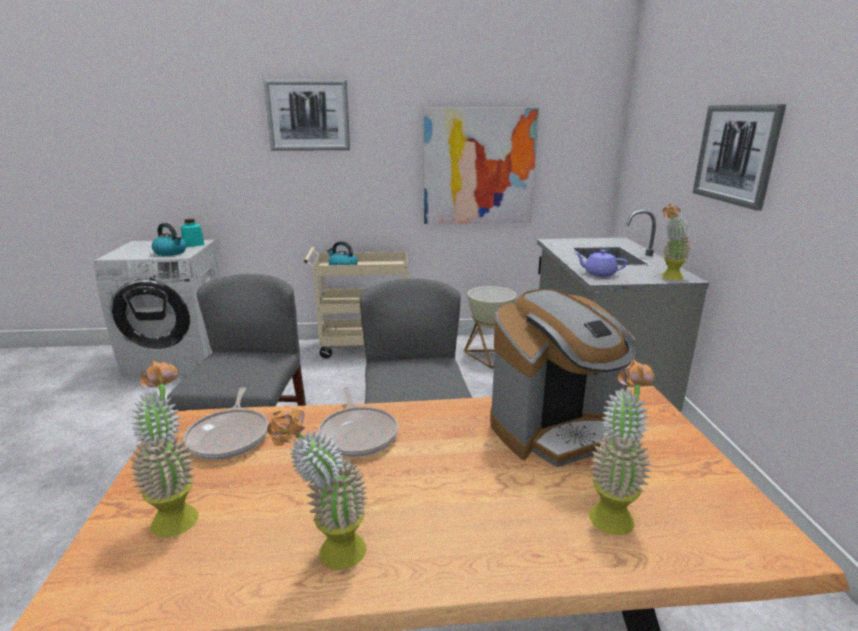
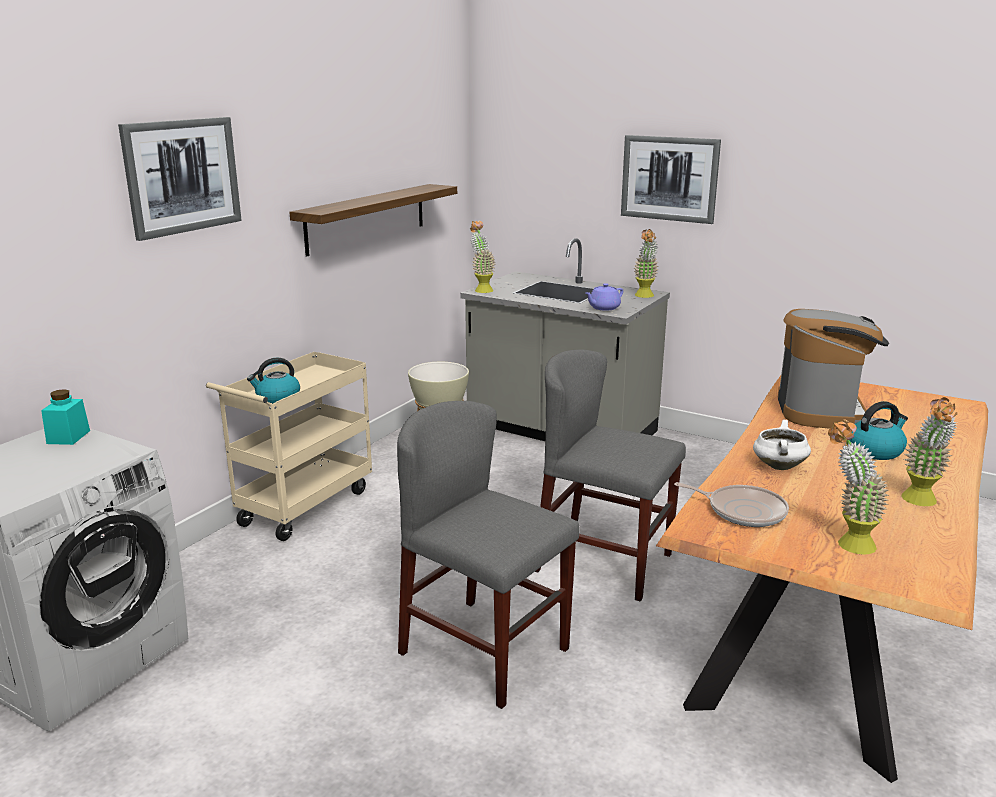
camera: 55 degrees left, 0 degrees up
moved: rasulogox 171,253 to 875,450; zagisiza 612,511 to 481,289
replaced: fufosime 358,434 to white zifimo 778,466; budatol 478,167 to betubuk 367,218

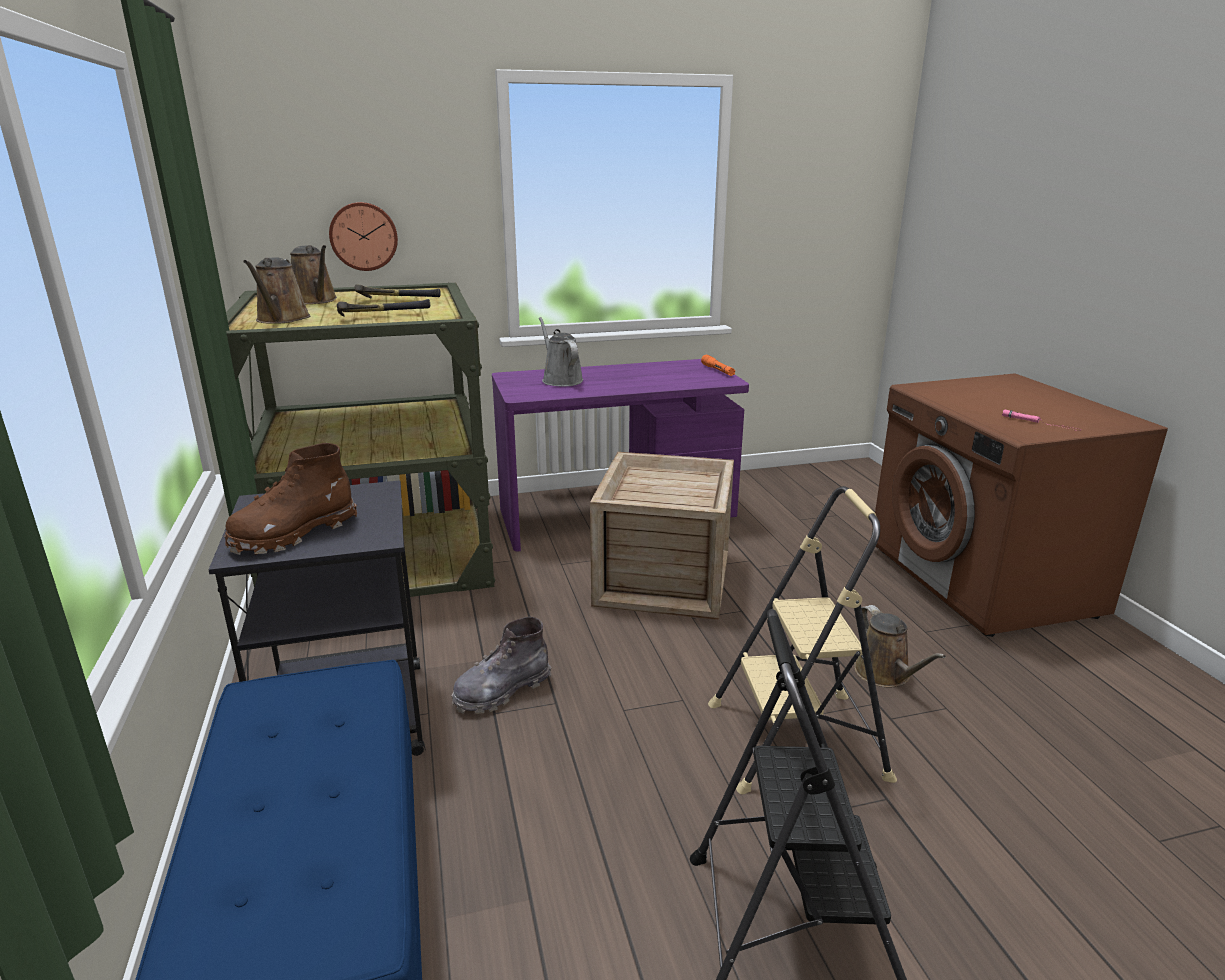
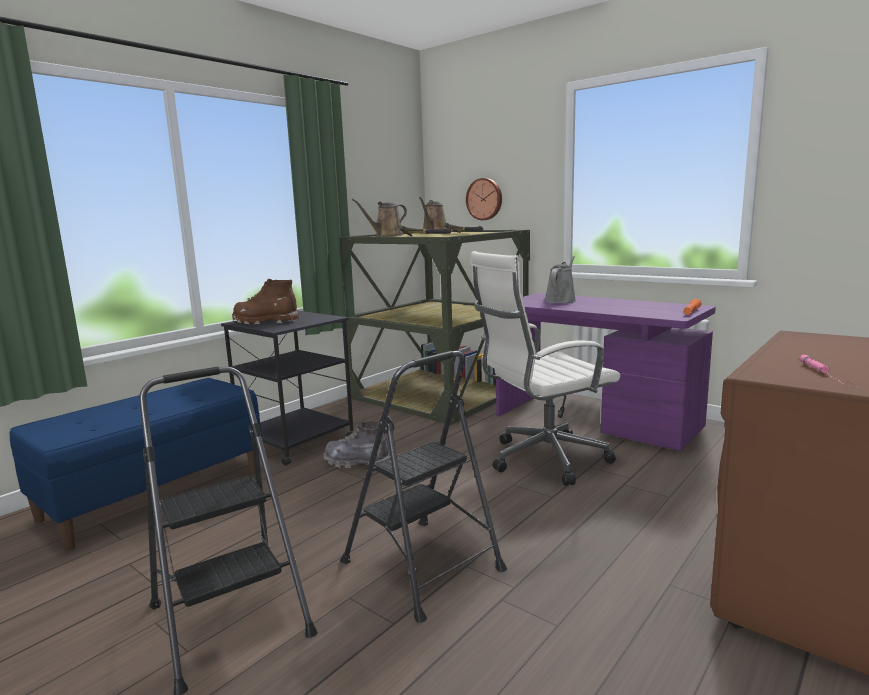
camera: 55 degrees right, 10 degrees down
removed: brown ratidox 885,674
replaced: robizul 662,579 to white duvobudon 543,460
recoloured: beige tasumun 802,739 to black tasumun 424,567

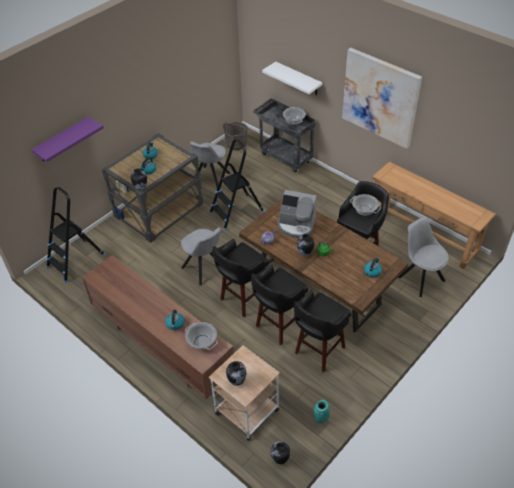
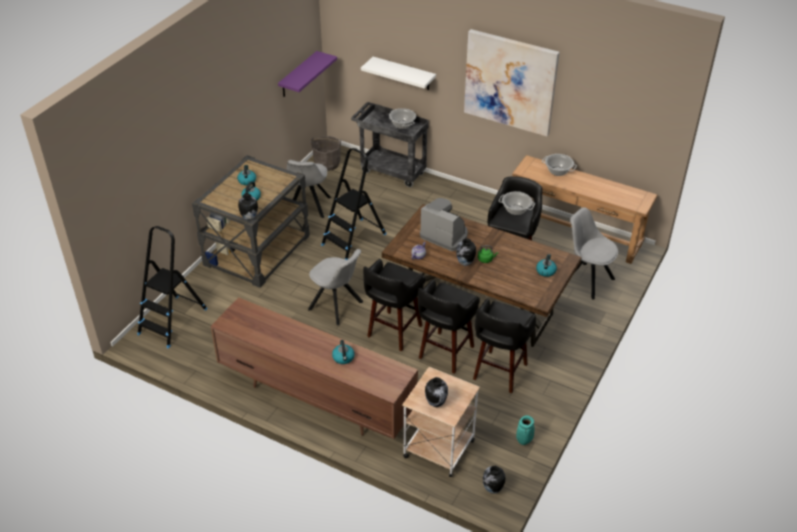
camera: 15 degrees left, 5 degrees down
moved: purple betubuk 62,140 to 298,75; zifimo 202,342 to 558,171
turned: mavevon 296,225 = 445,235 150 degrees counterclockwise

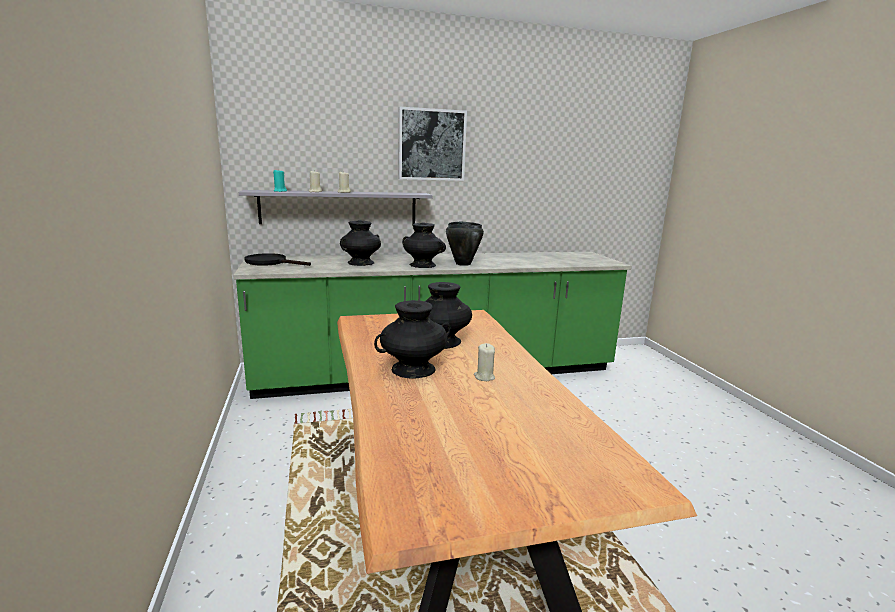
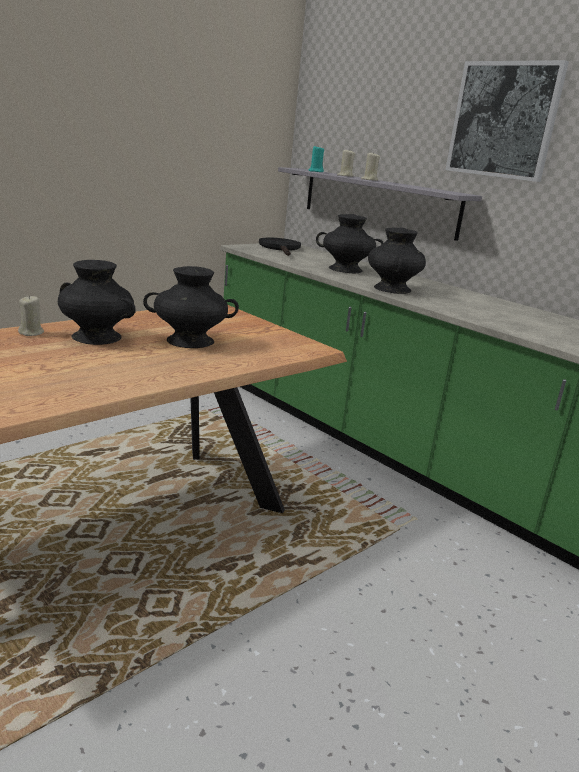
camera: 60 degrees right, 5 degrees up
removed: black zifimo 463,264
moved: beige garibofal 484,377 to 31,333

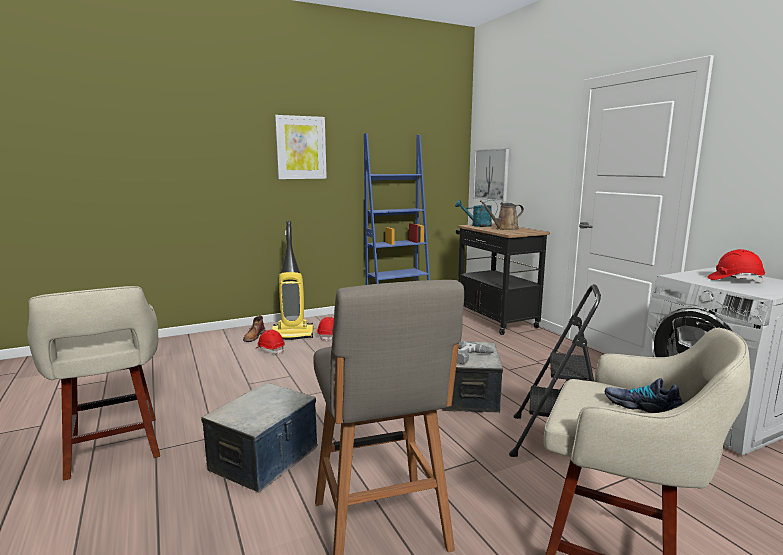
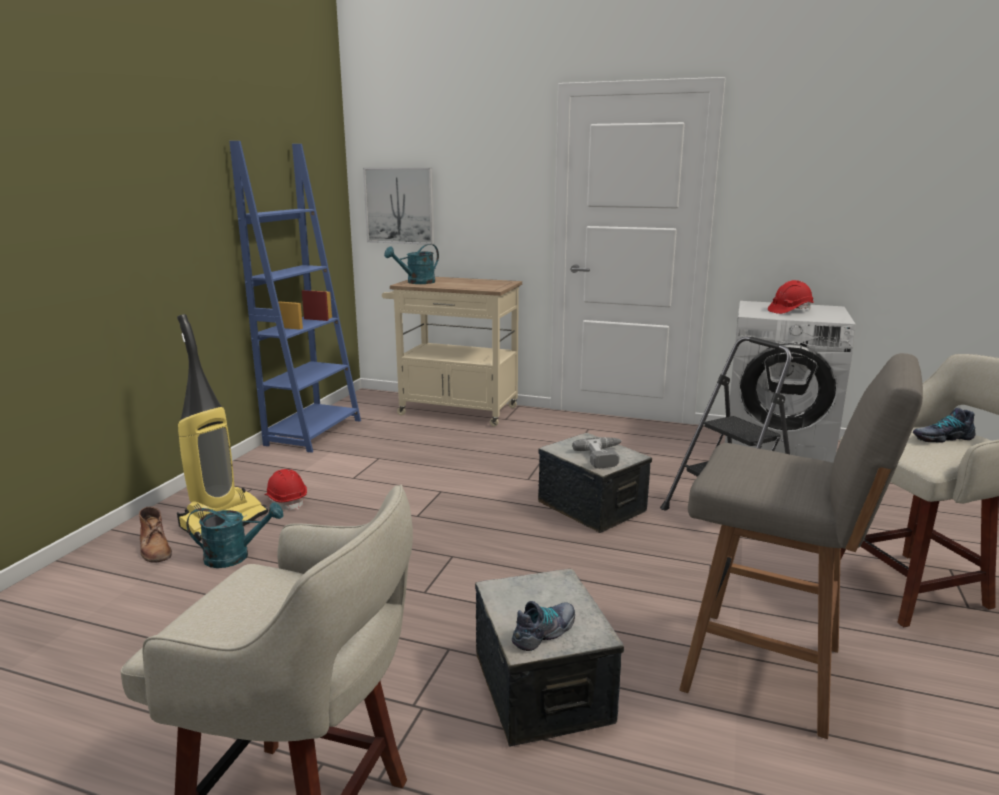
camera: 45 degrees left, 5 degrees up
removed: budatol 301,147; brown ratidox 504,229
added: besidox 545,632
replaced: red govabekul 270,350 to turquoise ratidox 235,556
recoloured: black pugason 494,320 to beige pugason 454,411

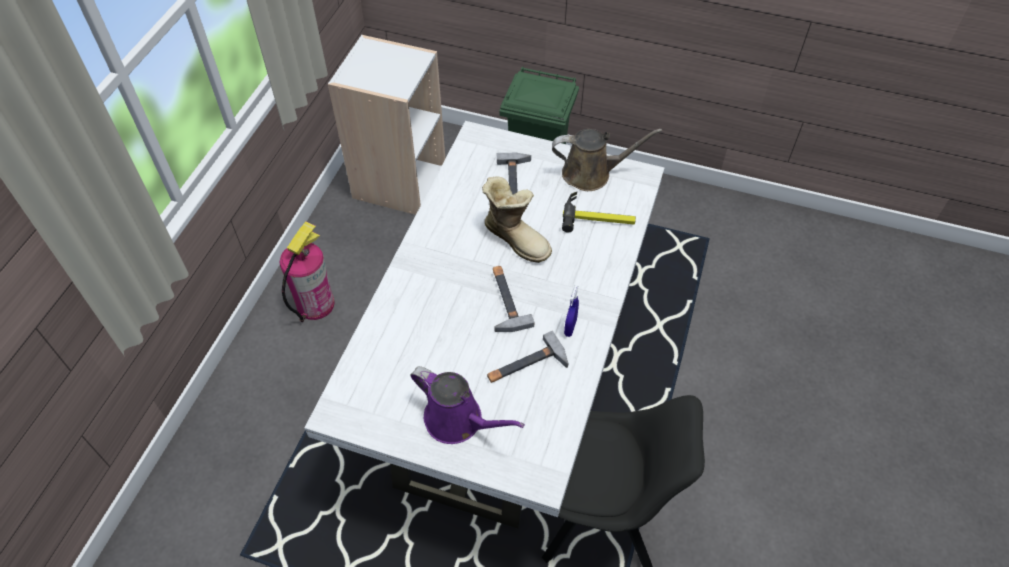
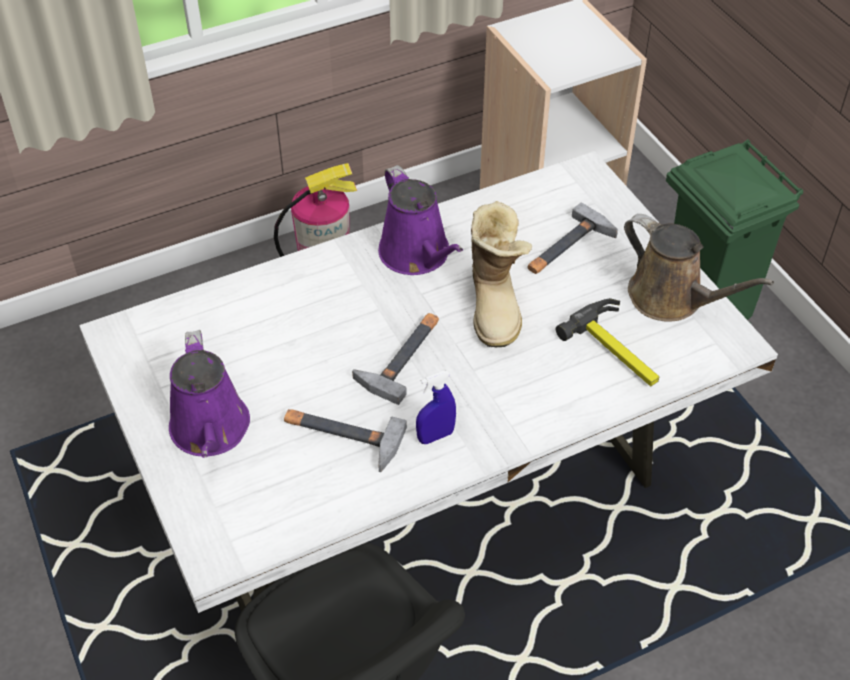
camera: 45 degrees right, 5 degrees down
added: purple ratidox 417,255

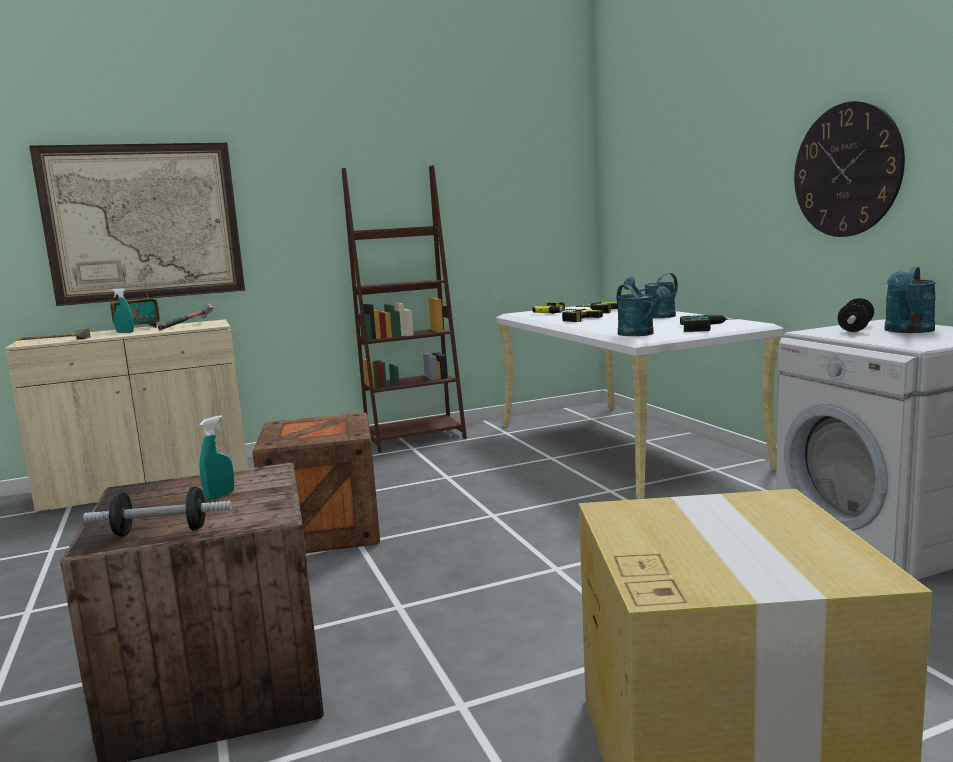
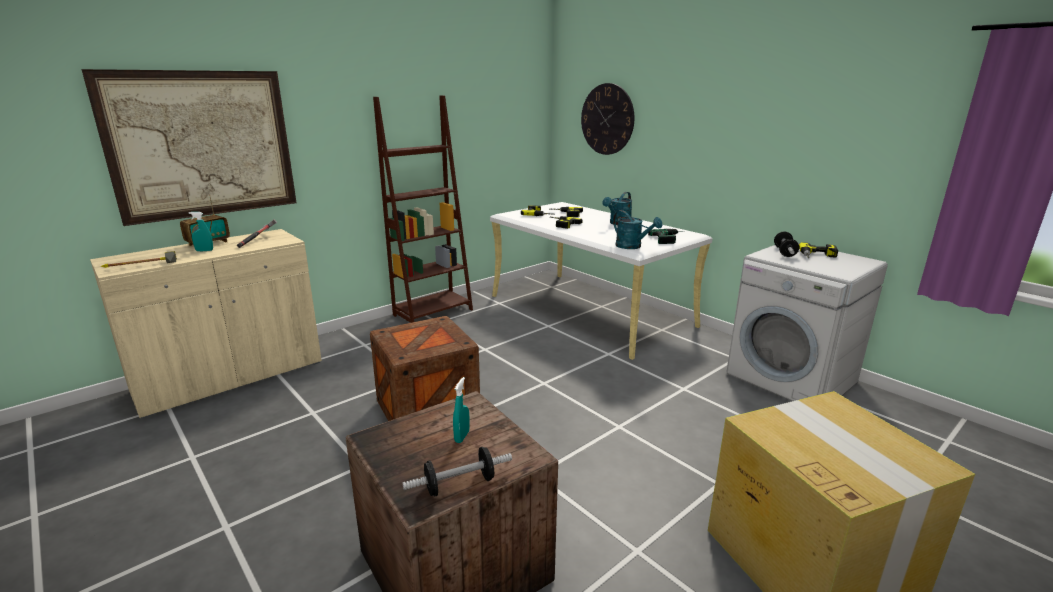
camera: 20 degrees left, 10 degrees up
moved: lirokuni 846,170 to 607,119
replaced: turquoise ratidox 907,331 to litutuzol 818,256

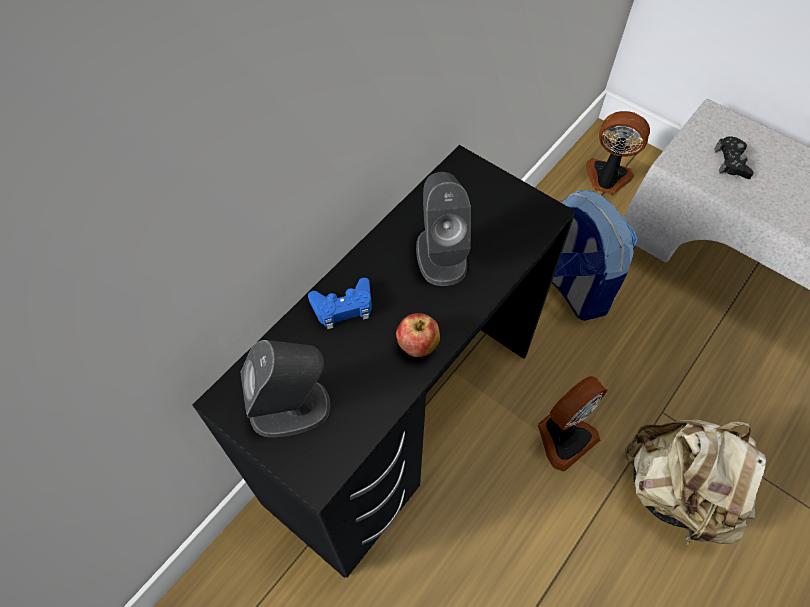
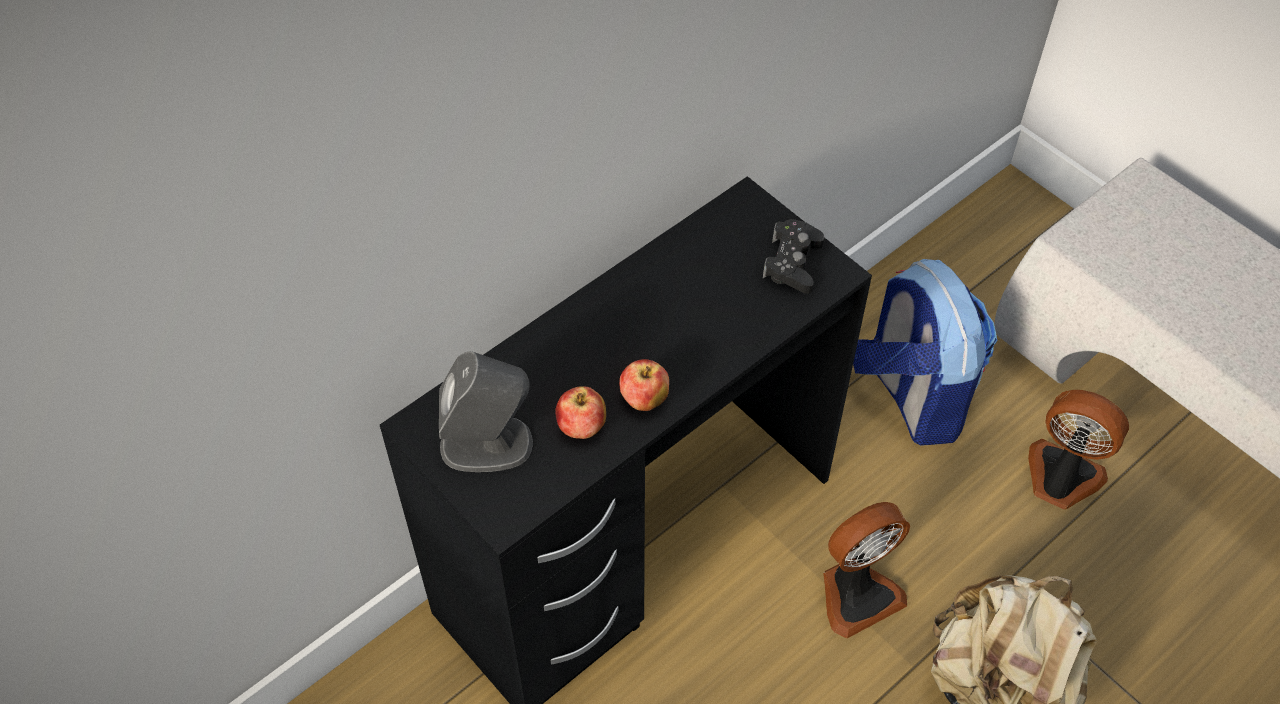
camera: 10 degrees right, 5 degrees down
removed: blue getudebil 343,307; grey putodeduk 441,255
added: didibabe 581,428
moved: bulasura 607,178 to 1060,478; black getudebil 731,162 to 792,263

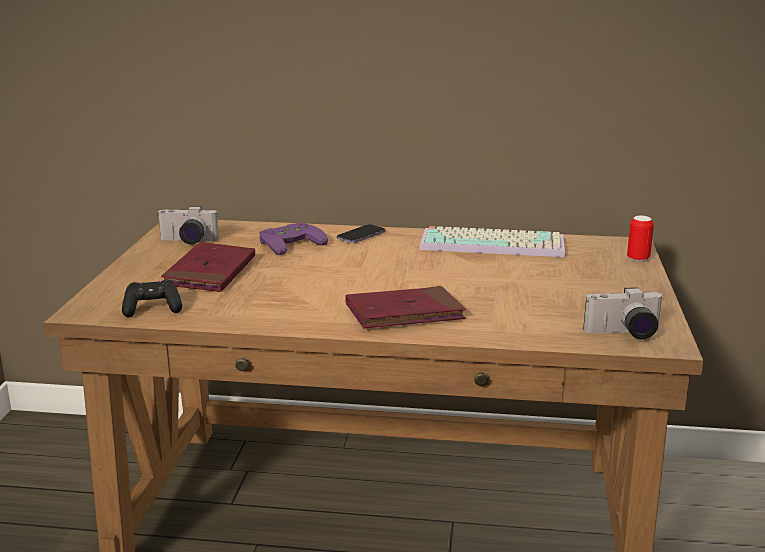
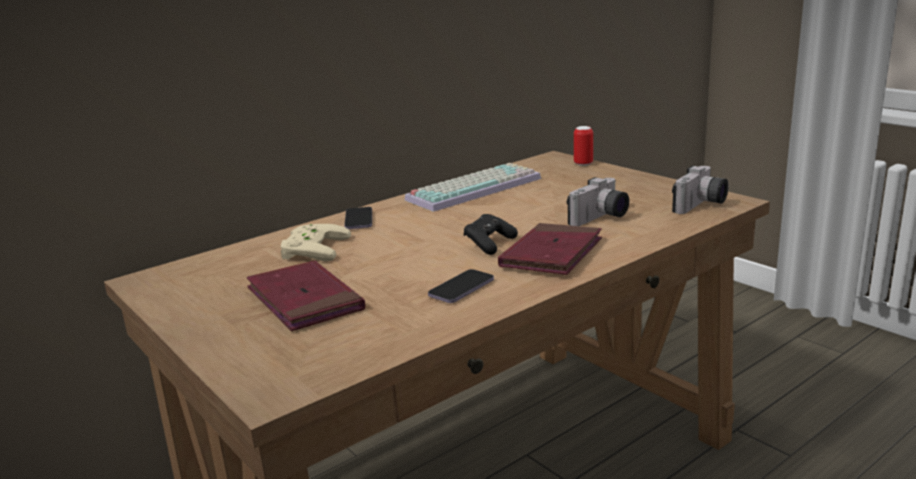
camera: 45 degrees left, 0 degrees up
added: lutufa 461,289
moved: black getudebil 152,309 to 489,244; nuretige 187,242 to 601,218
recoloured: purple getudebil 290,243 to beige getudebil 311,248

